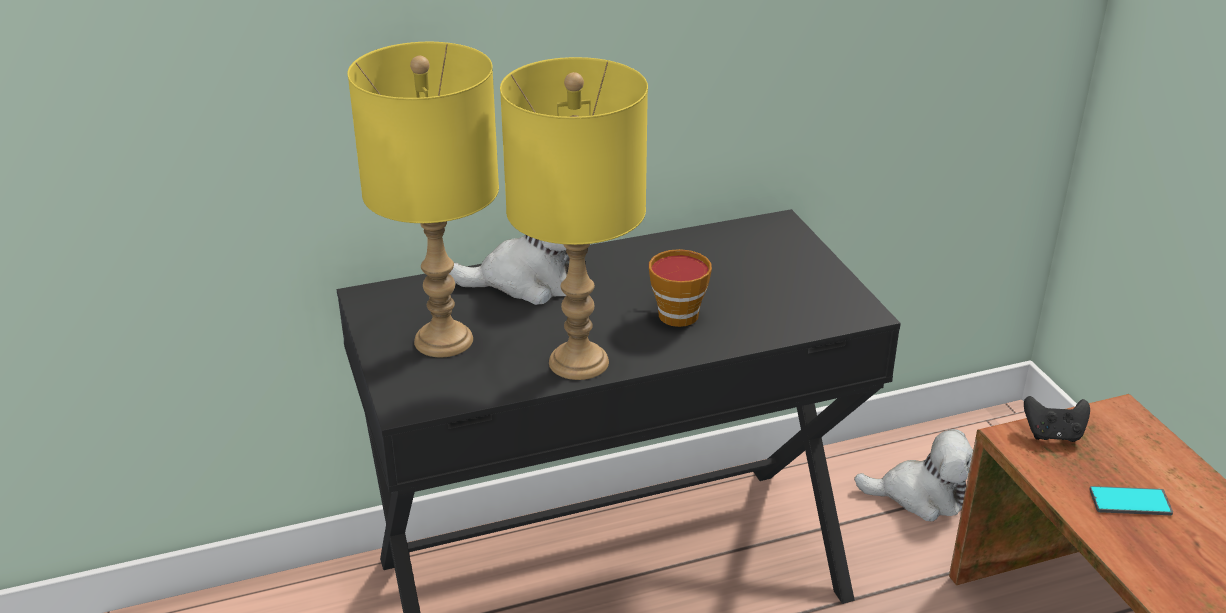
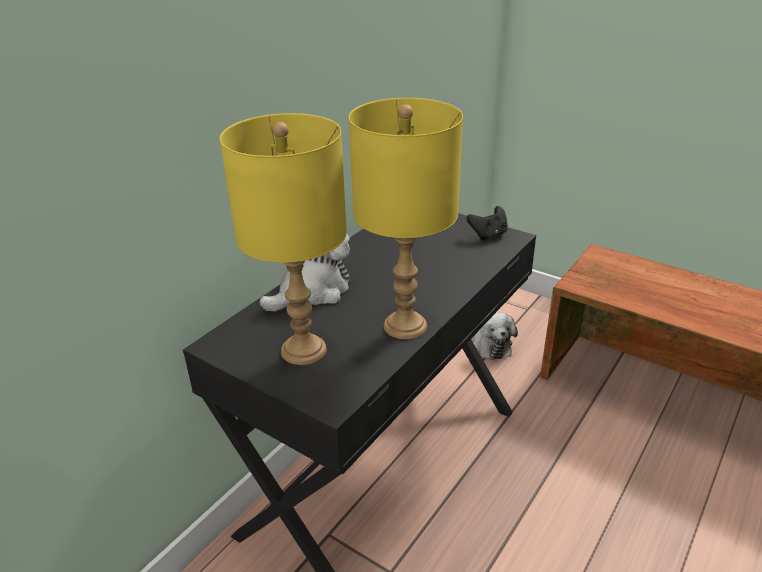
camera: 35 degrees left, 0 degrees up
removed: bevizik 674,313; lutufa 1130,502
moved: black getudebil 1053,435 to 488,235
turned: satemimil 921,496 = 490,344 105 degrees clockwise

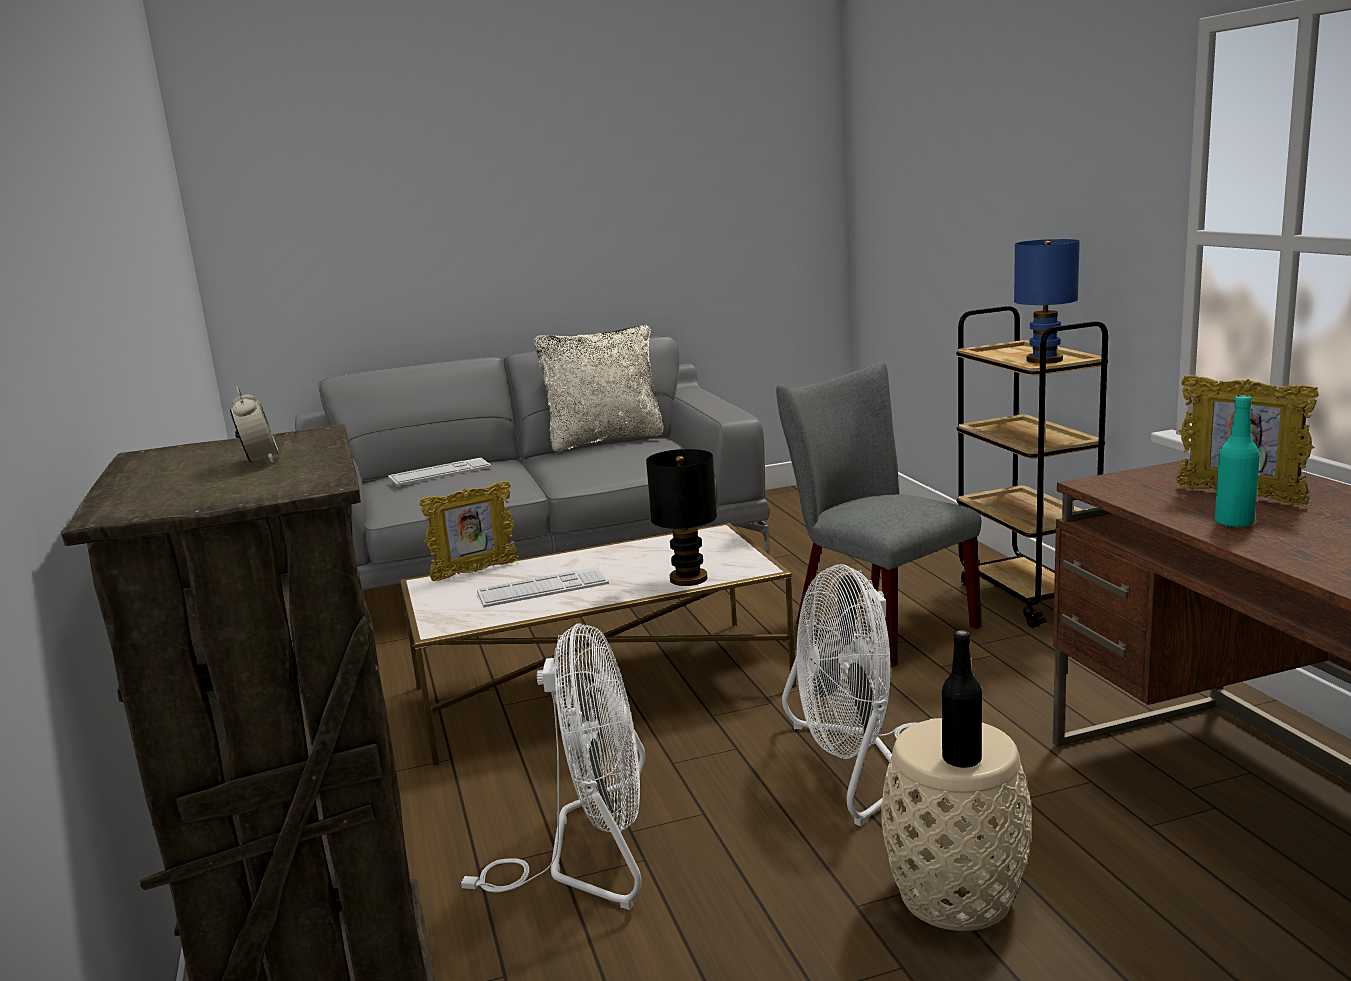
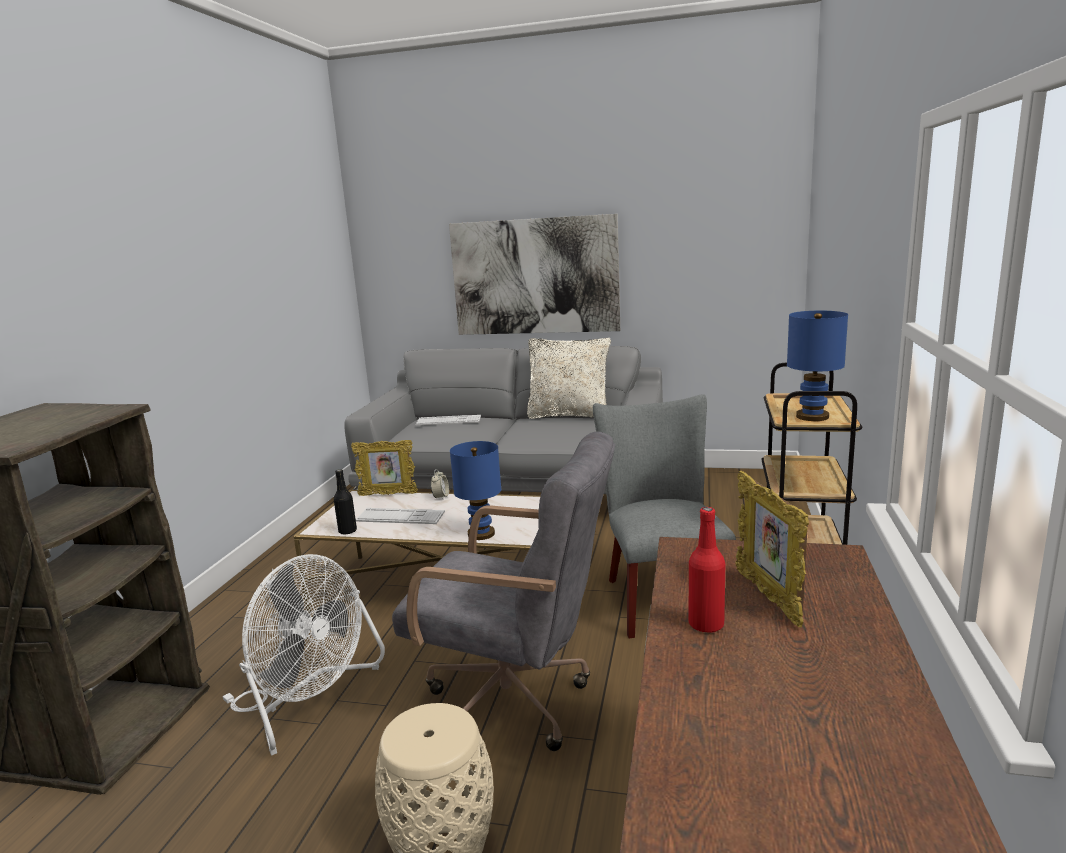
camera: 30 degrees right, 0 degrees up
added: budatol 535,276
moved: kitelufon 260,460 to 441,497; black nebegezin 961,759 to 347,531
replaced: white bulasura 860,762 to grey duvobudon 517,707
recoloured: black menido 687,578 to blue menido 481,533; turquoise nebegezin 1234,523 to red nebegezin 706,624

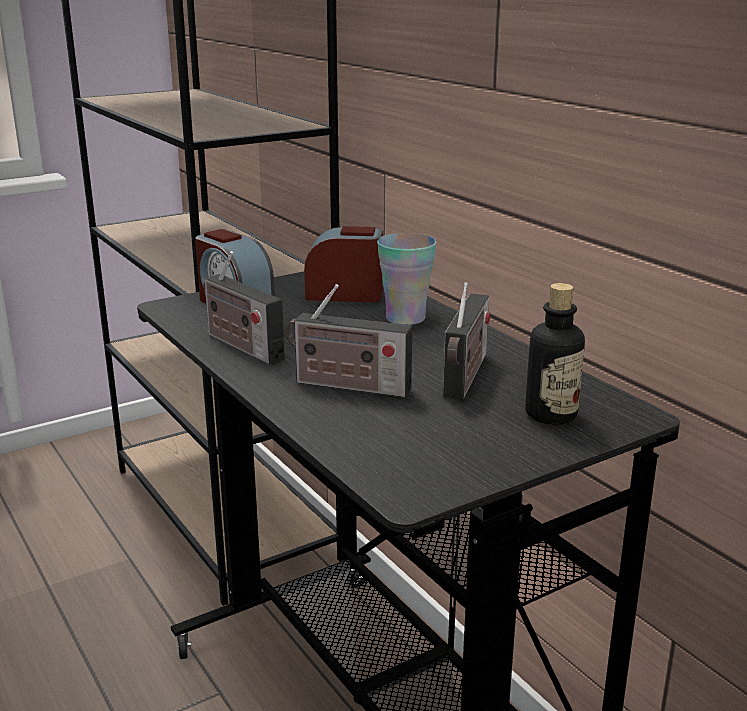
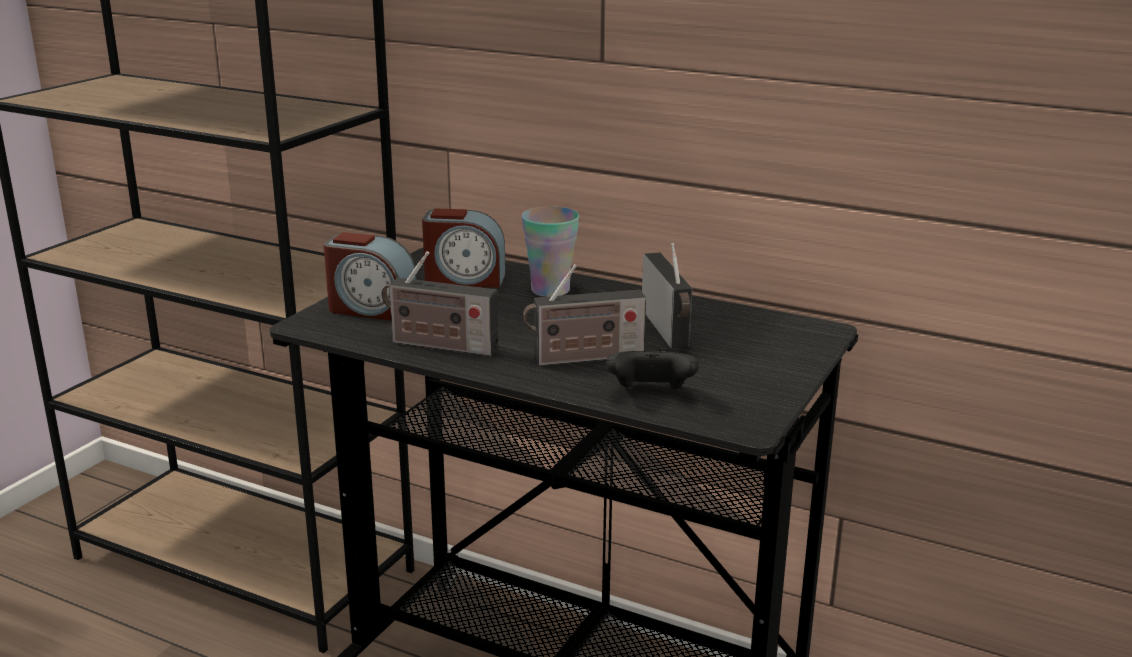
camera: 30 degrees left, 0 degrees up
removed: nebegezin 551,414
added: black getudebil 650,394
turned: kitelufon 345,294 = 464,279 150 degrees counterclockwise

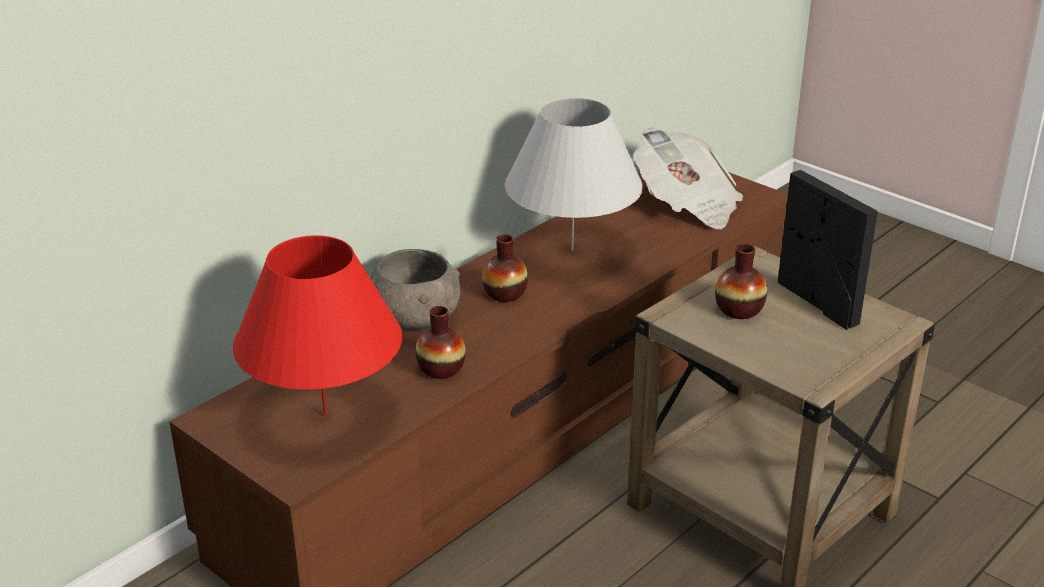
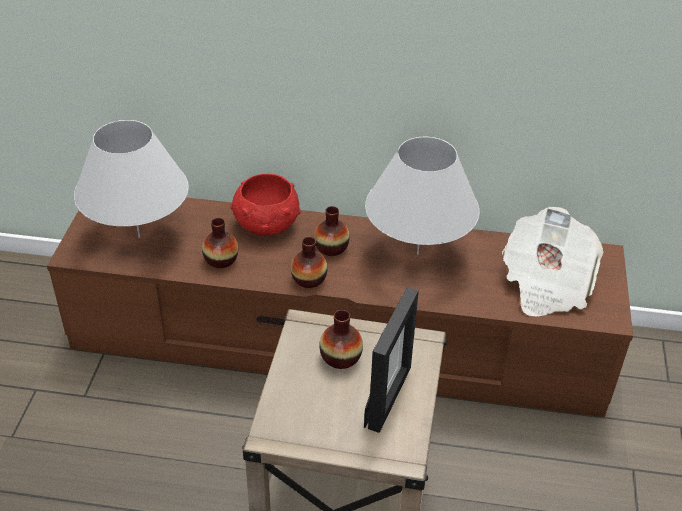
camera: 55 degrees right, 10 degrees up
added: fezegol 309,279
recoloured: red menido 325,413 to white menido 139,236; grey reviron 416,319 to red reviron 266,225

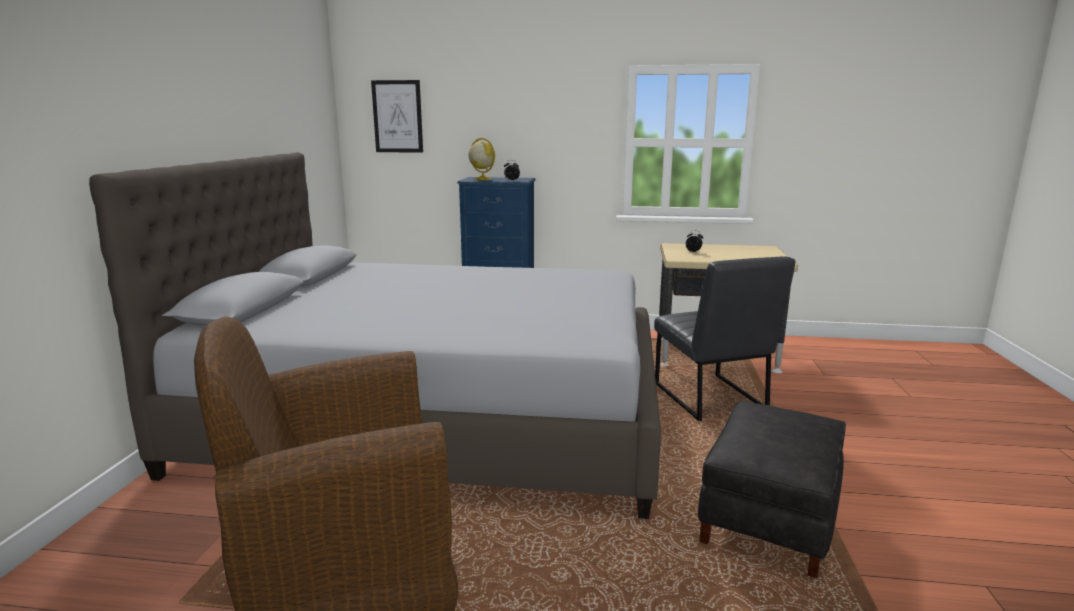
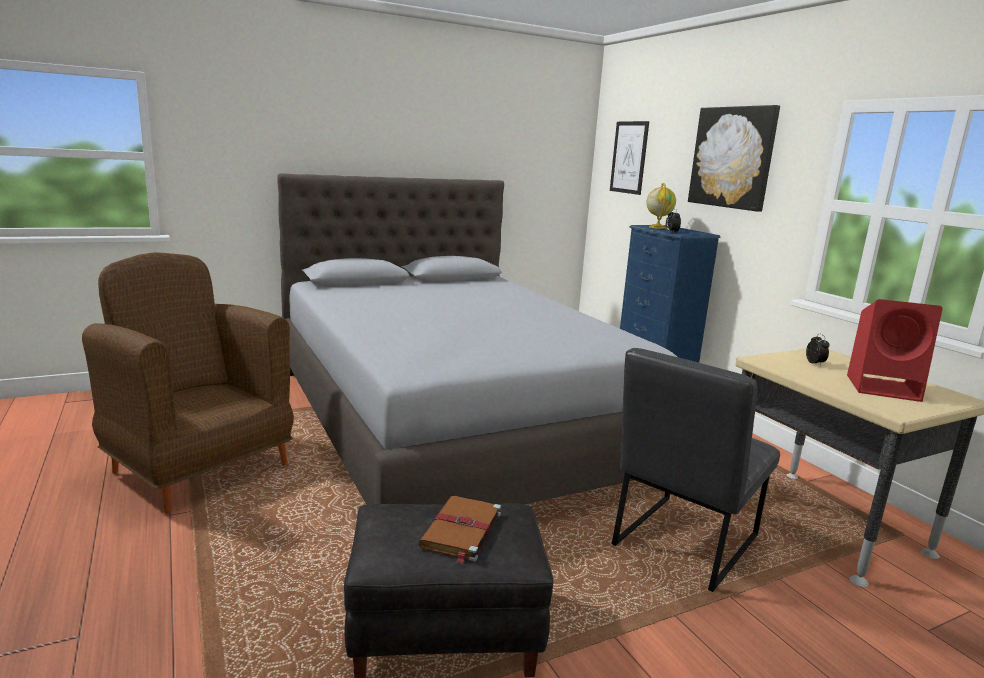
camera: 55 degrees right, 0 degrees up
added: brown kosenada 461,531; budatol 732,157; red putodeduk 884,388

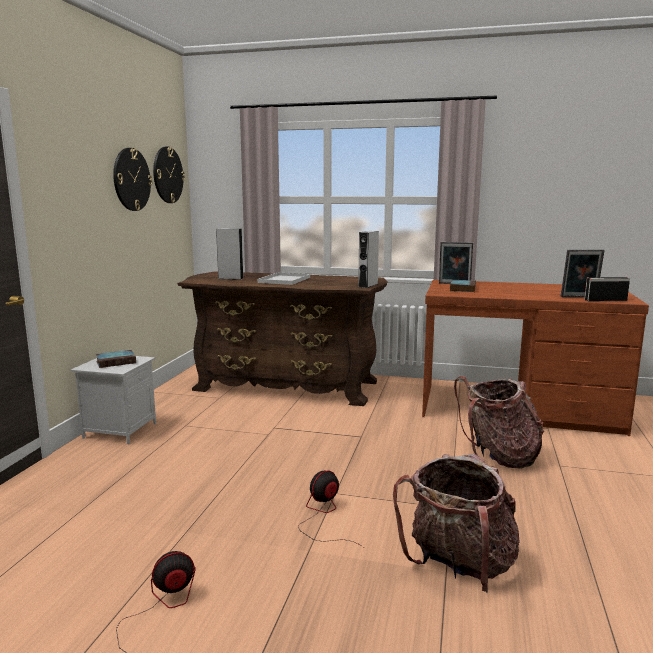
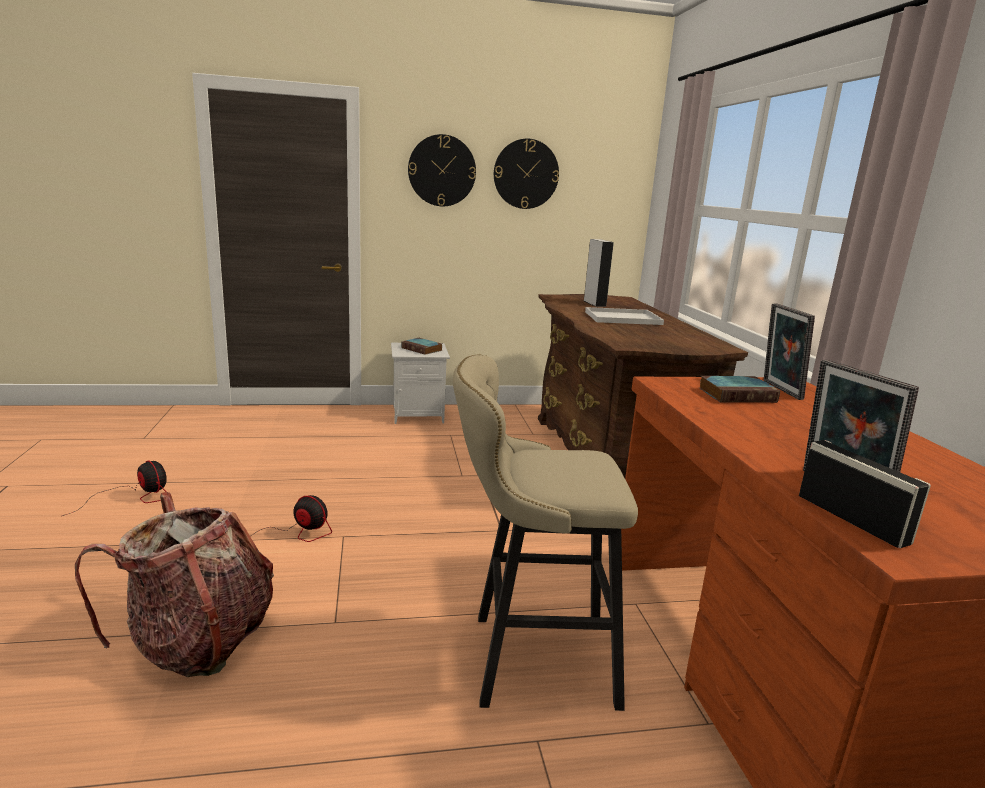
camera: 65 degrees right, 5 degrees up
removed: grey putodeduk 368,285
moved: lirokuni 167,175 to 442,171
replaced: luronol 498,456 to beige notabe 523,659

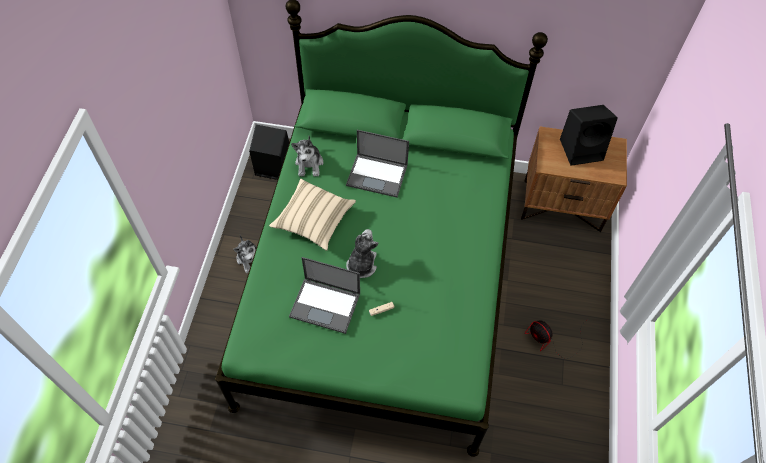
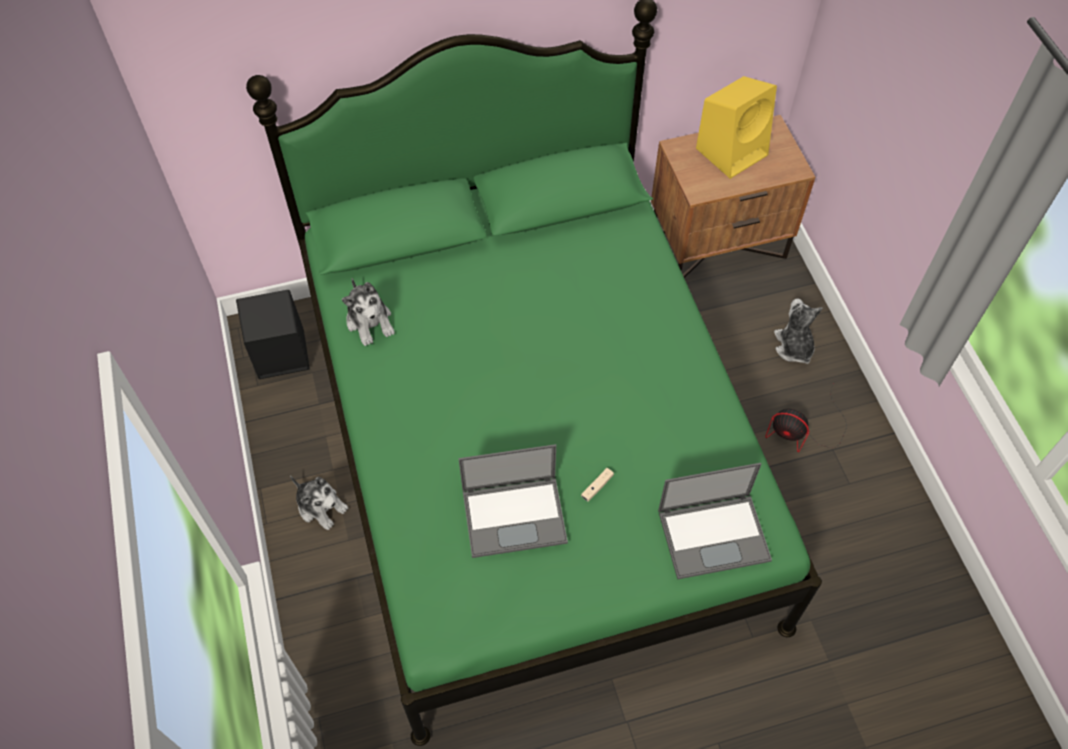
camera: 25 degrees left, 0 degrees up
removed: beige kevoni 314,220
moved: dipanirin 378,175 to 715,534; satemimil 361,265 to 793,346
recoloured: black putodeduk 582,149 to yellow putodeduk 732,150

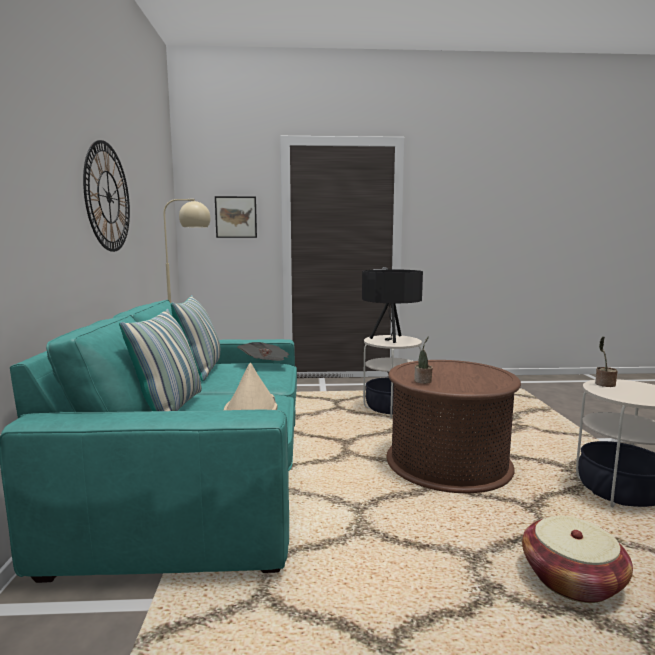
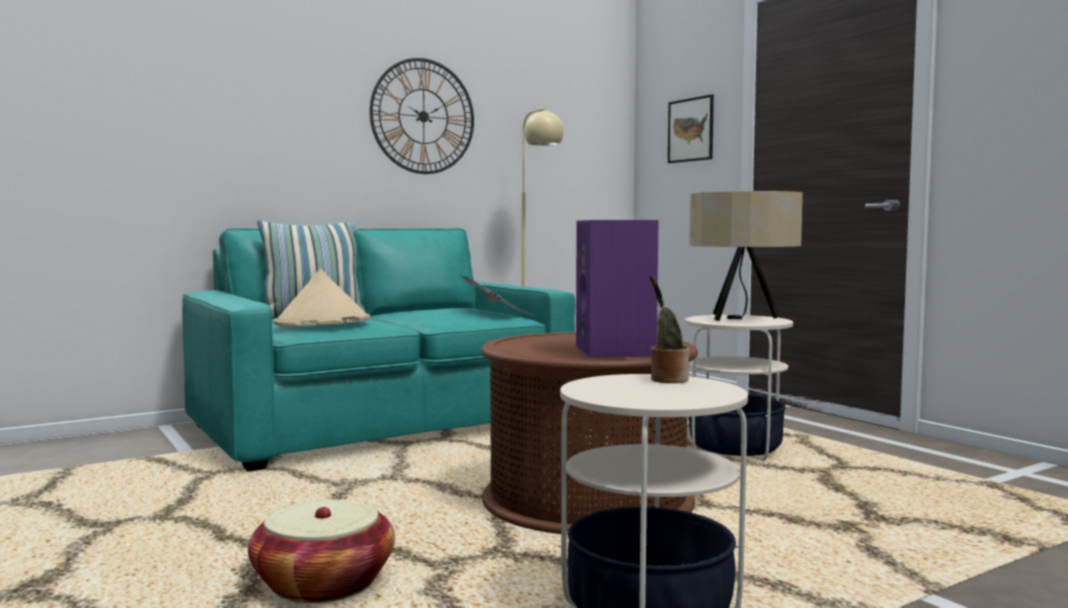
camera: 60 degrees right, 5 degrees down
removed: kevoni 201,370; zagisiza 423,381
added: purple putodeduk 617,351
recoloured: black menido 391,339 to beige menido 743,318

